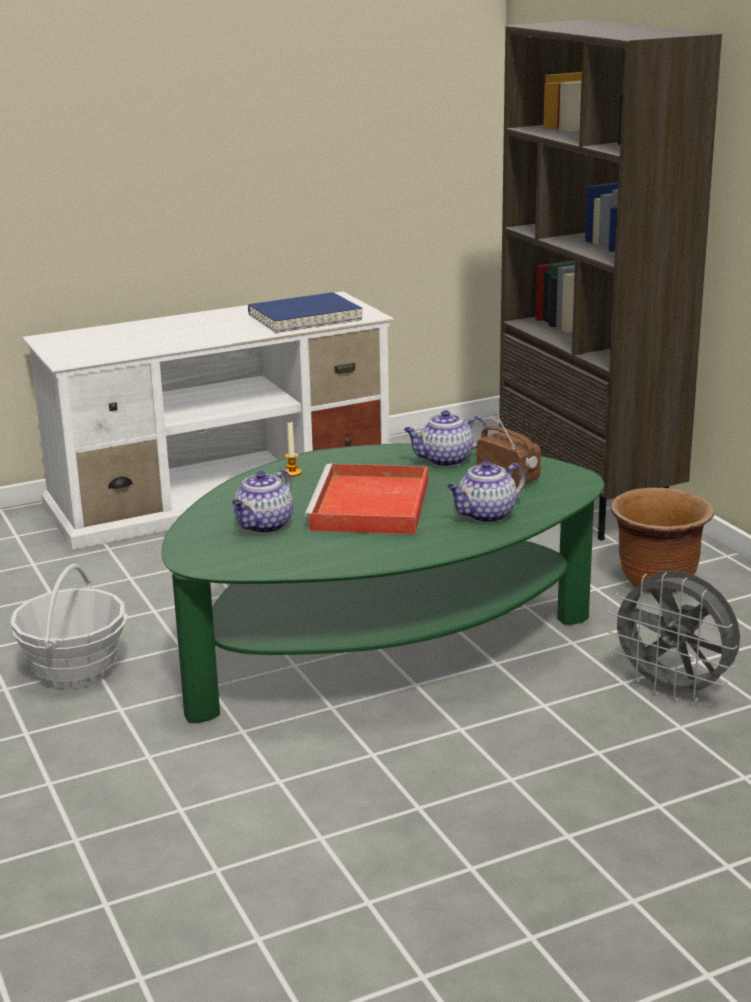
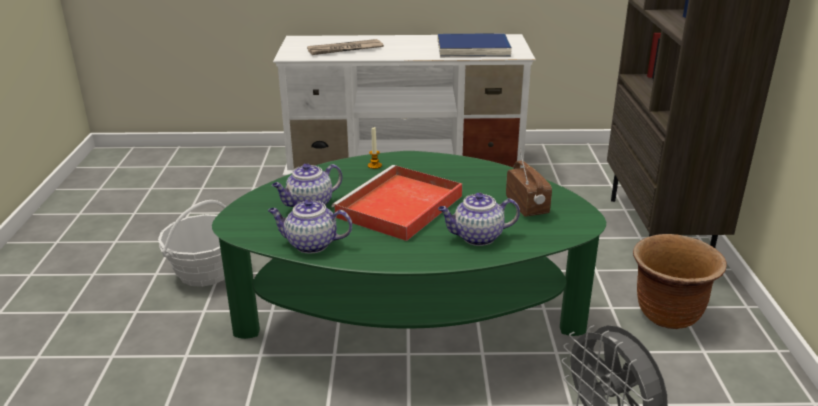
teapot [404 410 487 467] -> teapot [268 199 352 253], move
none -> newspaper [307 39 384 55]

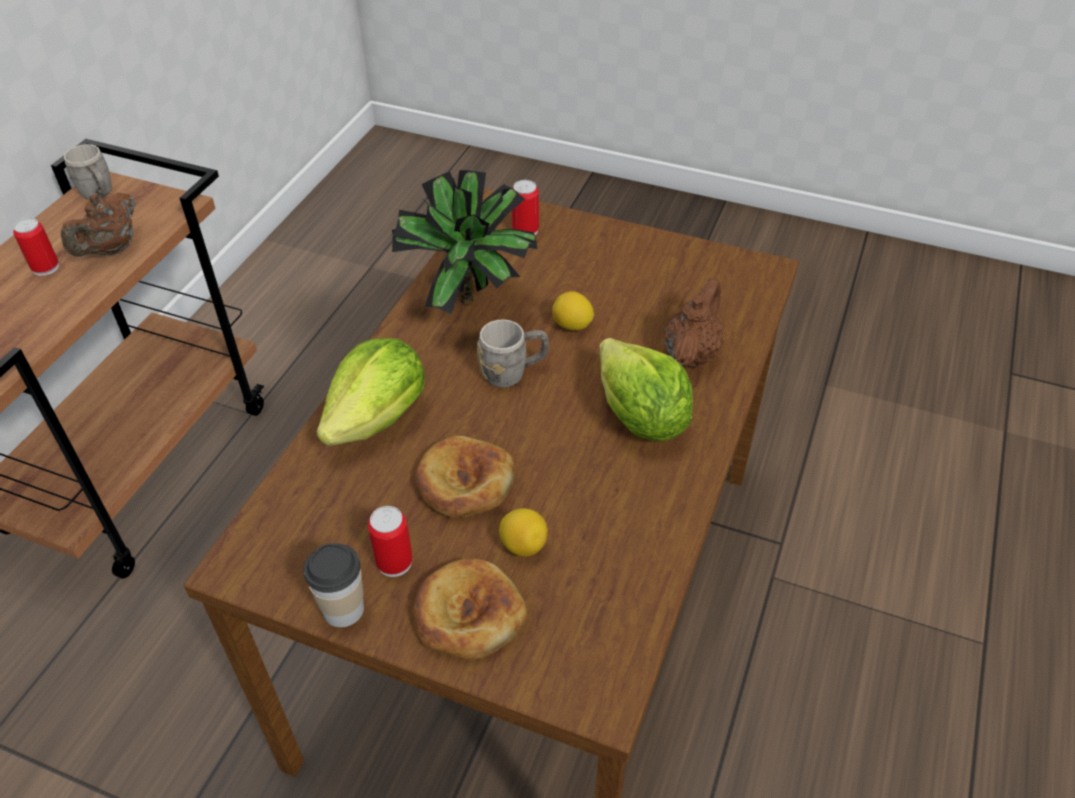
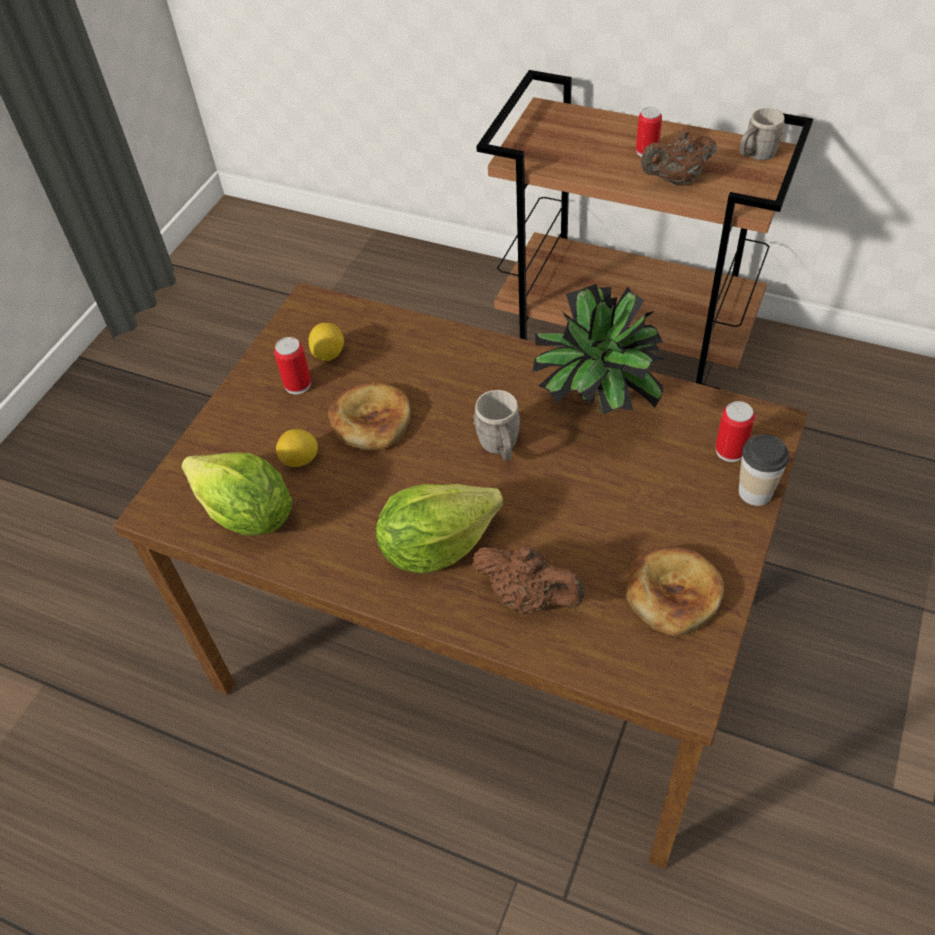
lettuce [316 338 425 446] -> lettuce [181 452 293 536], move
lemon [552 291 594 331] -> lemon [309 323 344 361], move
bread [412 558 528 659] -> bread [625 546 724 636], move
teapot (brown) [61 193 135 257] -> teapot (brown) [641 130 717 185], 45 degrees counterclockwise
cup [303 543 364 628] -> cup [739 434 789 506], move

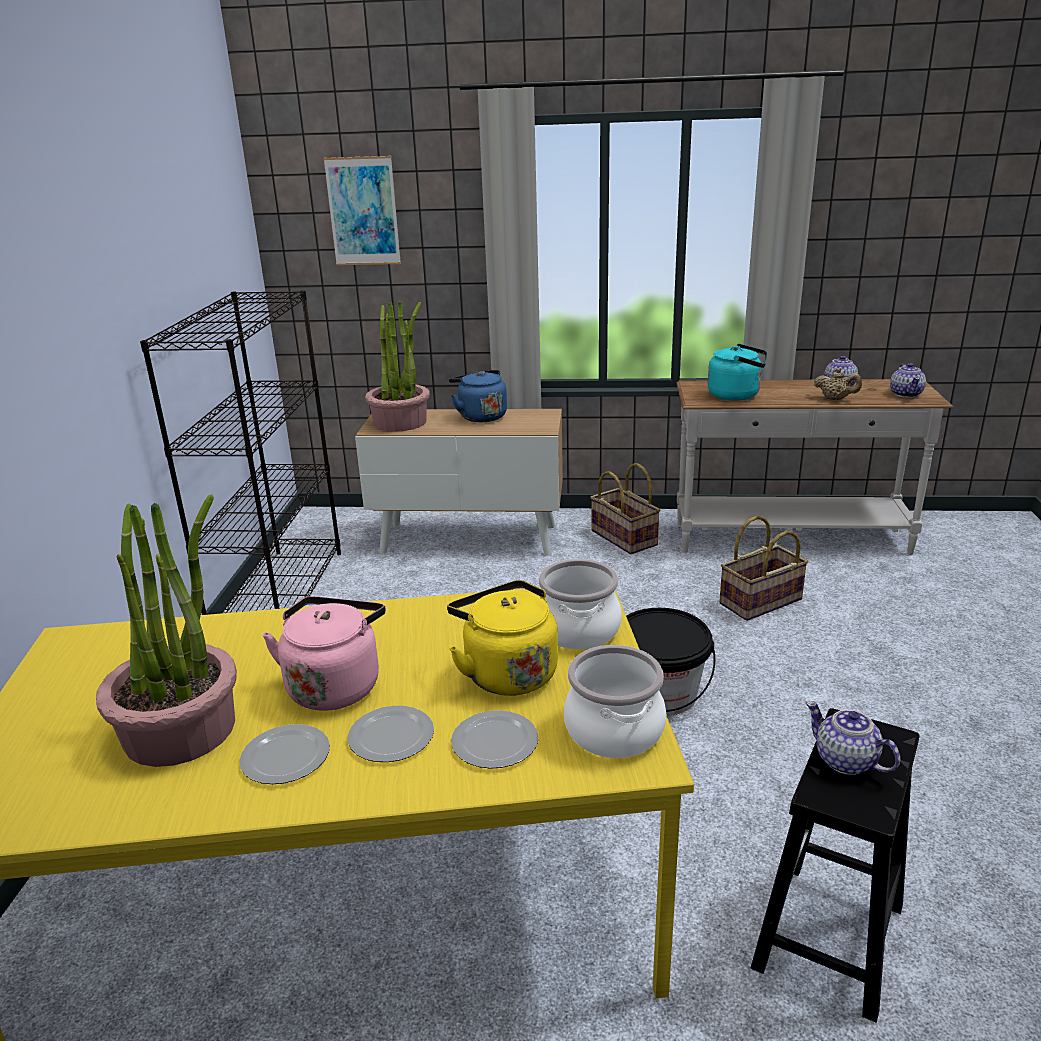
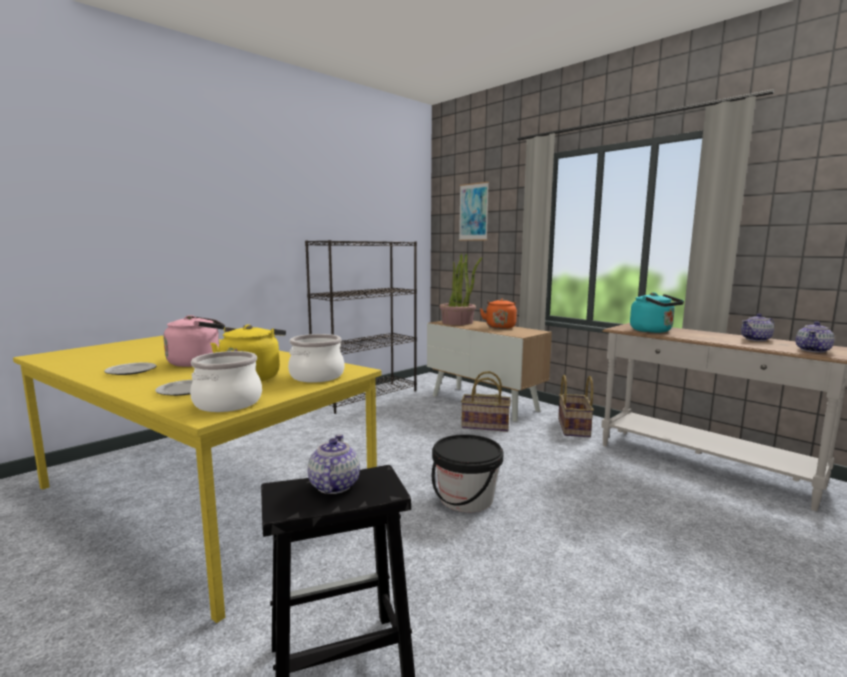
basket [719 516 808 621] -> basket [461 371 511 432], move
kettle (blue) [449 370 507 422] -> kettle (orange) [480 298 517 329]
potted plant [96 495 237 767] -> none
plate [348 706 434 762] -> none
teapot (beige) [814 368 862 400] -> none

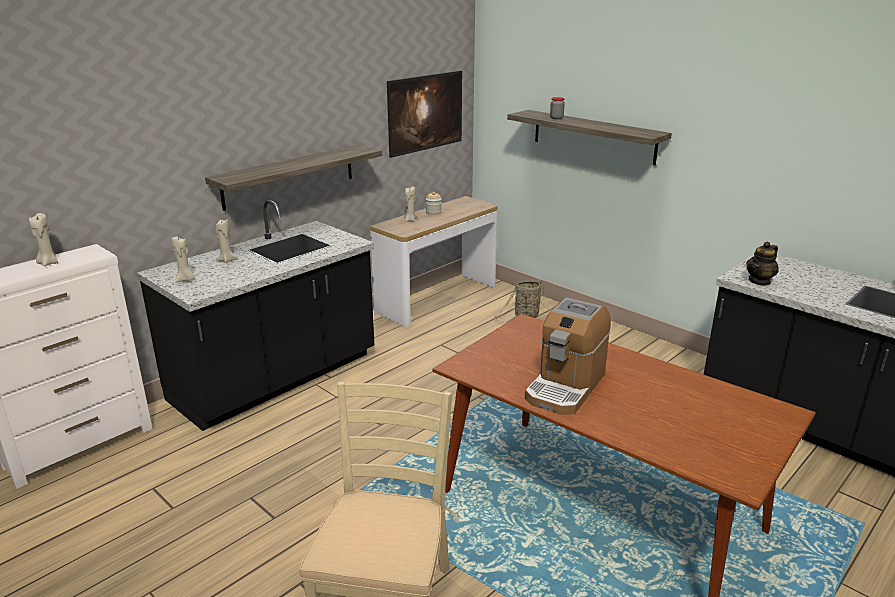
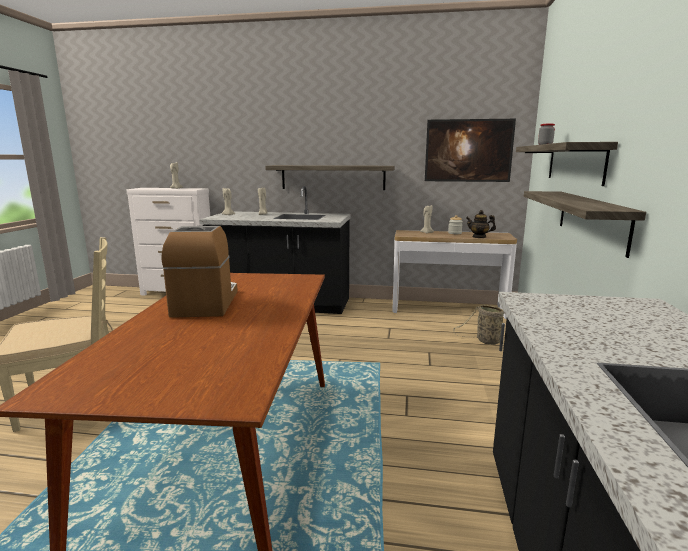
coffee machine [525 298 611 415] -> coffee machine [161 226 238 318], 90 degrees clockwise
teapot [746 241 779 286] -> teapot [466 210 496 238], move
none -> shelf [524 191 646 258]

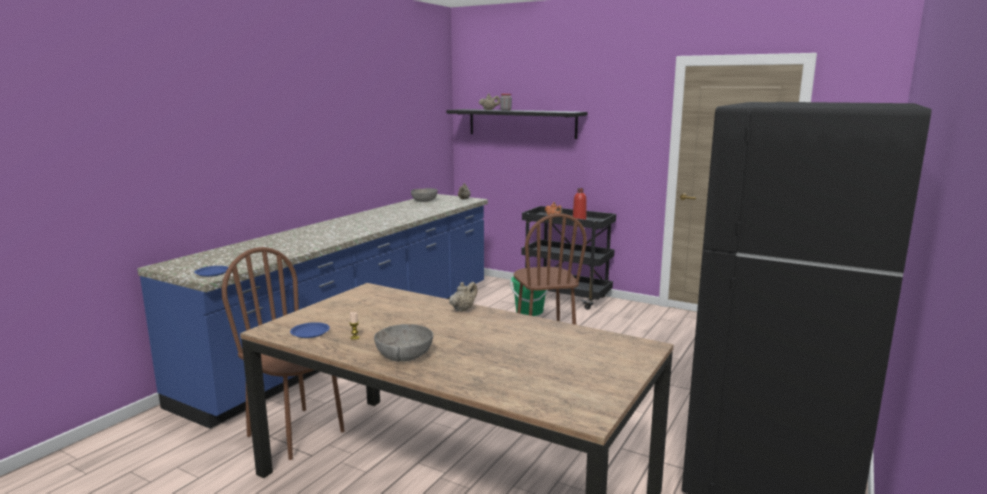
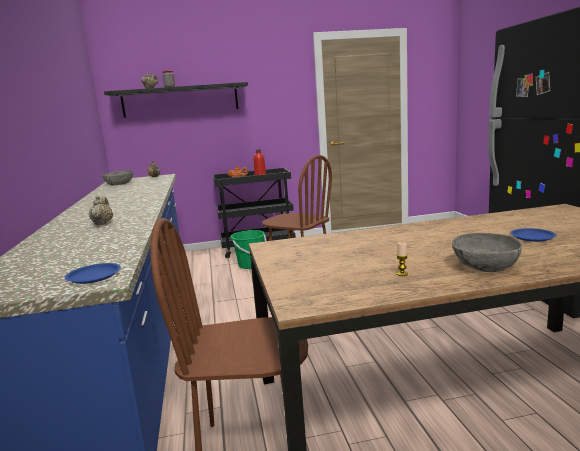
teapot (beige) [449 282 477 312] -> teapot (beige) [89 195 113 225], move
plate (blue) [290 322 330 338] -> plate (blue) [510 228 556 242], move

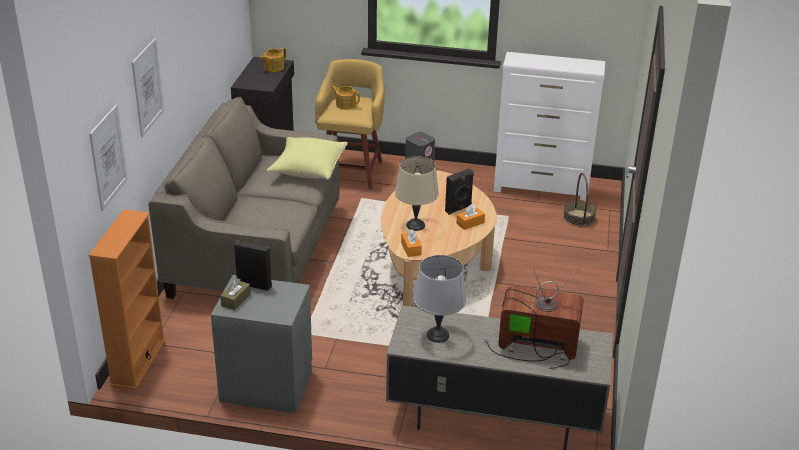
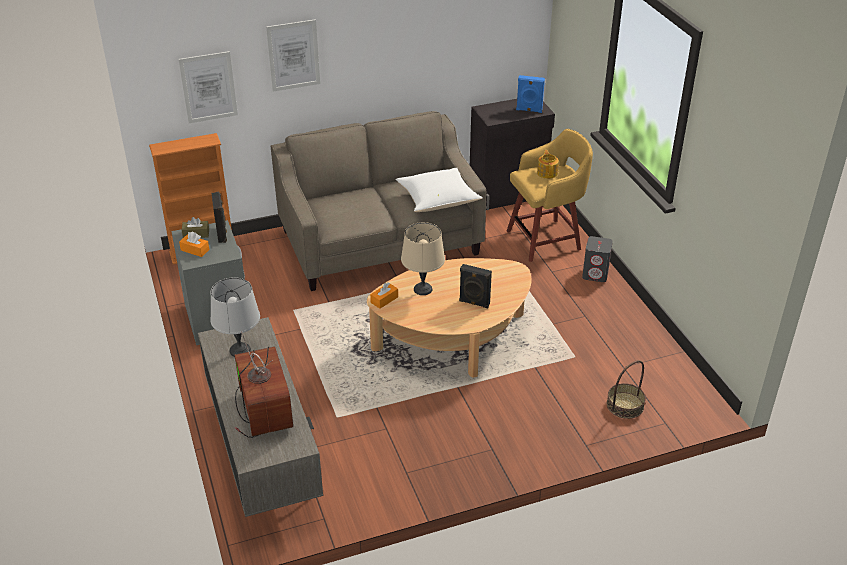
tissue box (orange) [456 204 485 230] -> tissue box (orange) [179 232 209 257], move
pillow (yellow) [267 137 348 180] -> pillow (white) [396 168 482 212]
teapot [261 47 286 72] -> speaker (blue) [516 75 545 113]
dresser (white) [494 52 606 201] -> none

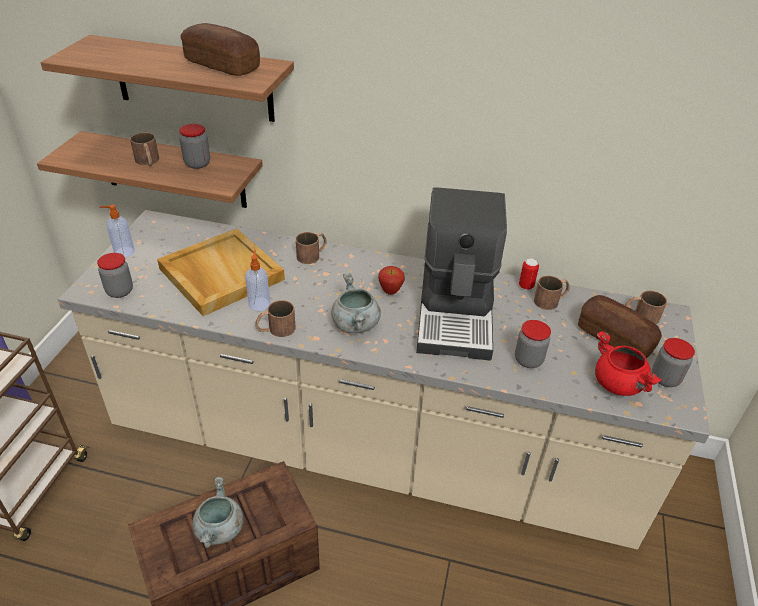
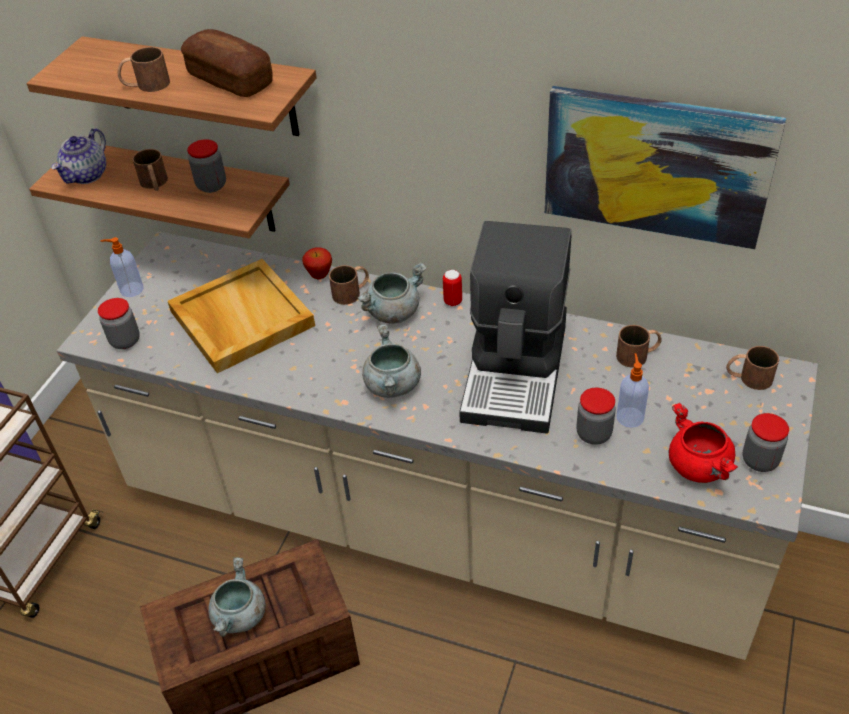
none -> teapot [51 128 106 184]
mug (brown) [255 300 295 337] -> mug (brown) [117 47 170 92], move
apple [378 266 405 295] -> apple [302 247 332 279], move
none -> cooking pot (grey) [358 262 426 324]
can [519 258 539 290] -> can [443 270 462 306], move
none -> picture [545 86 786 249]
soap dispenser [245 249 270 311] -> soap dispenser [616 353 649 428], move
bread [578 295 662 358] -> none

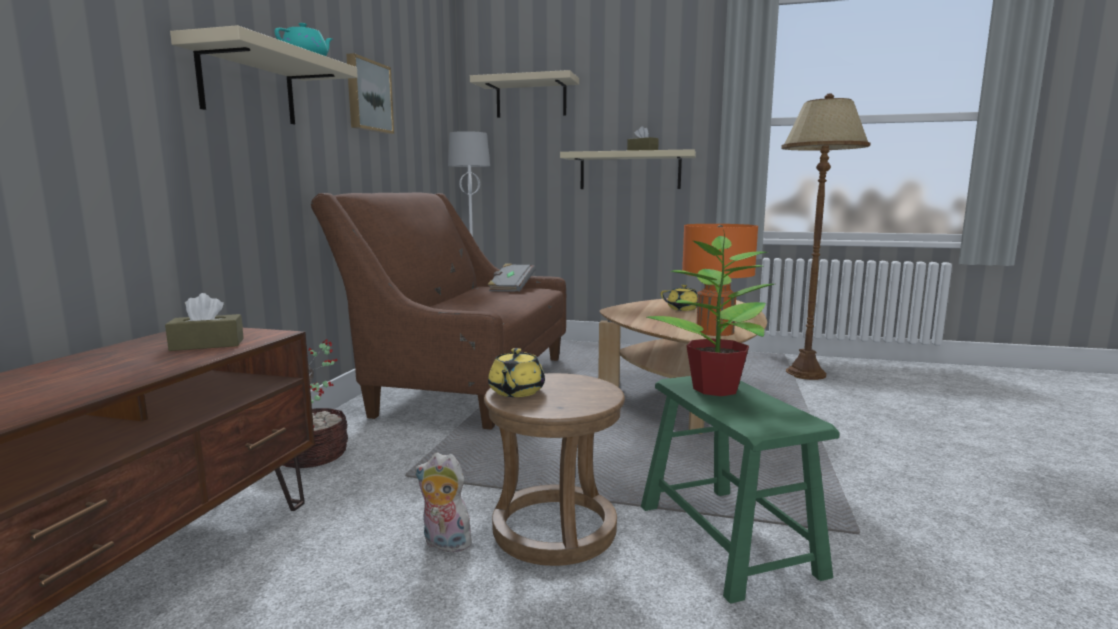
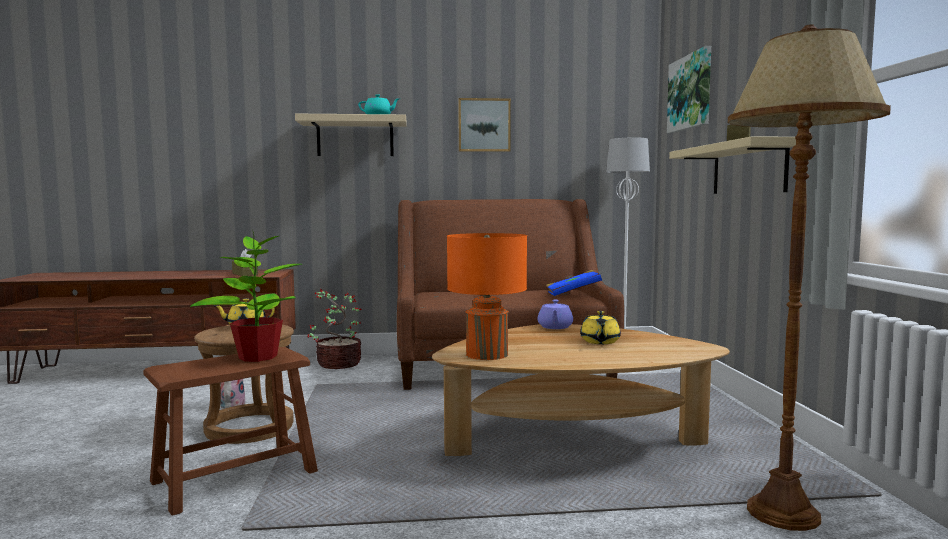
stool (green) [641 376 840 603] -> stool (brown) [143 347 318 516]
none -> teapot (purple) [538 300 573 329]
book (grey) [487 263 536 292] -> book (blue) [546 270 602 296]
shelf (beige) [470 70 579 118] -> picture [667 46 711 133]

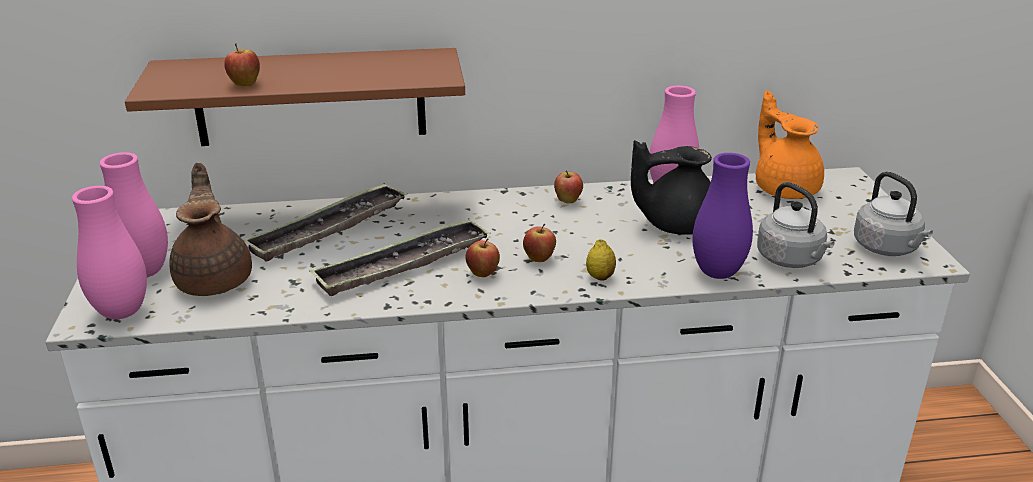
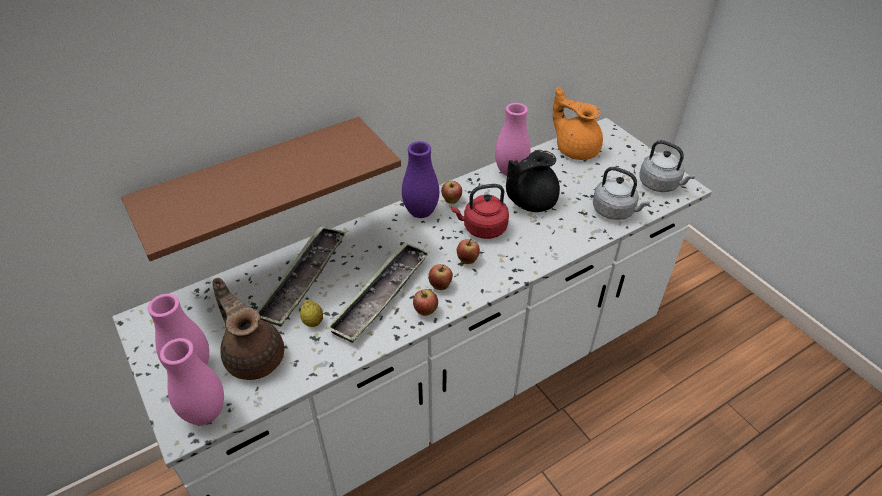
lemon [586 239 616 281] -> lemon [300 300 323 327], move
vase (purple) [692 153 753 279] -> vase (purple) [402 141 439 218], move
apple [224 43 260 87] -> apple [413 289 438 316], move
none -> kettle (red) [451 184 509 239]

